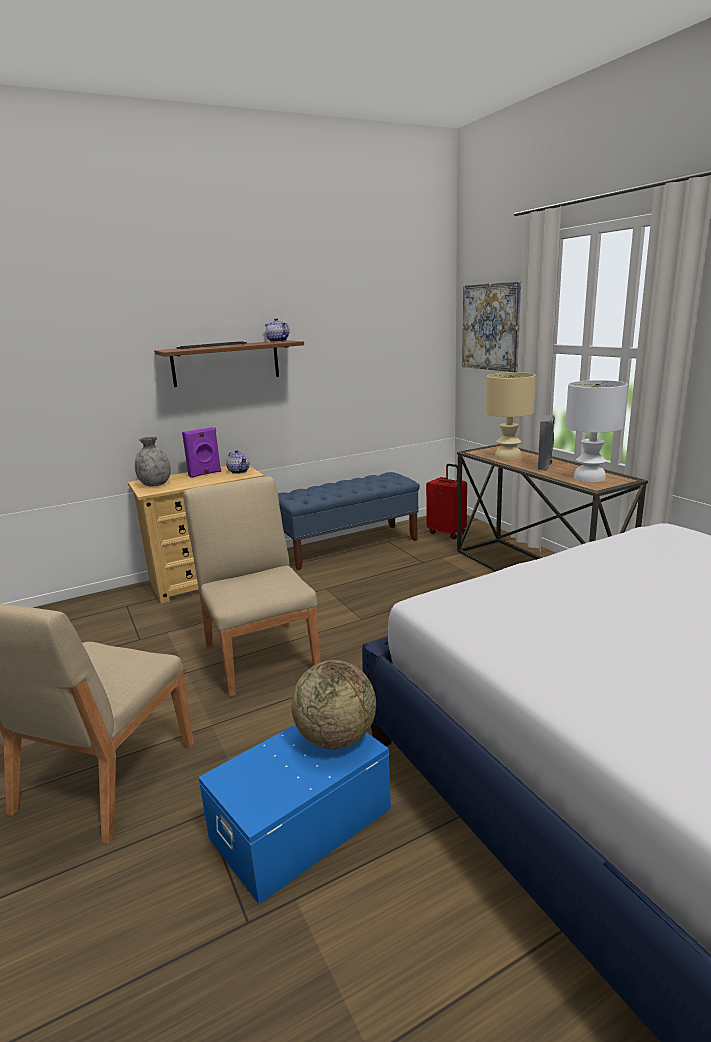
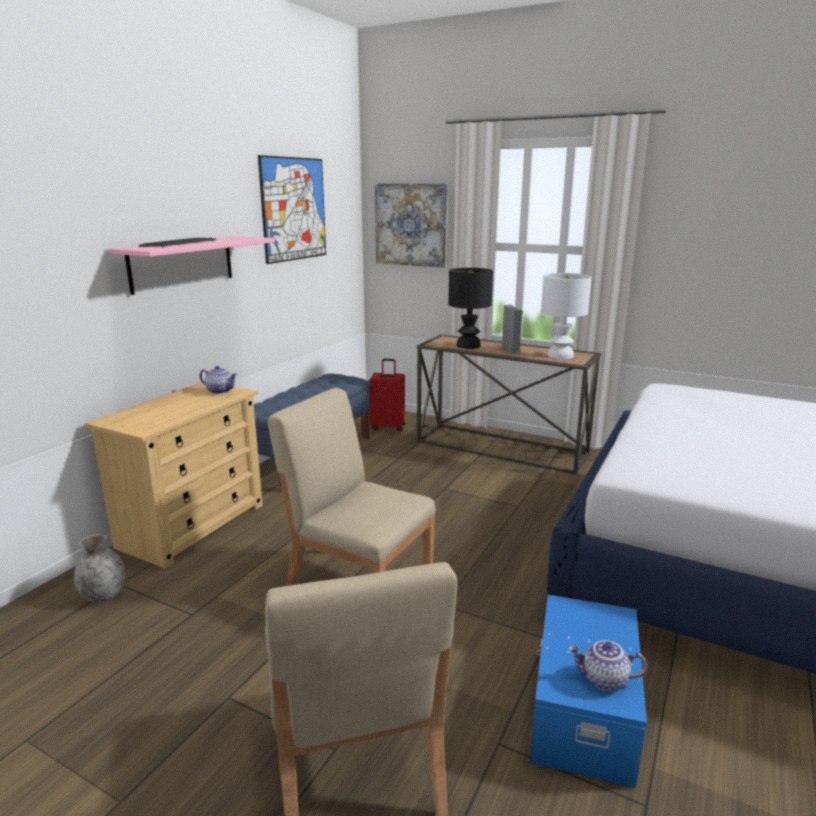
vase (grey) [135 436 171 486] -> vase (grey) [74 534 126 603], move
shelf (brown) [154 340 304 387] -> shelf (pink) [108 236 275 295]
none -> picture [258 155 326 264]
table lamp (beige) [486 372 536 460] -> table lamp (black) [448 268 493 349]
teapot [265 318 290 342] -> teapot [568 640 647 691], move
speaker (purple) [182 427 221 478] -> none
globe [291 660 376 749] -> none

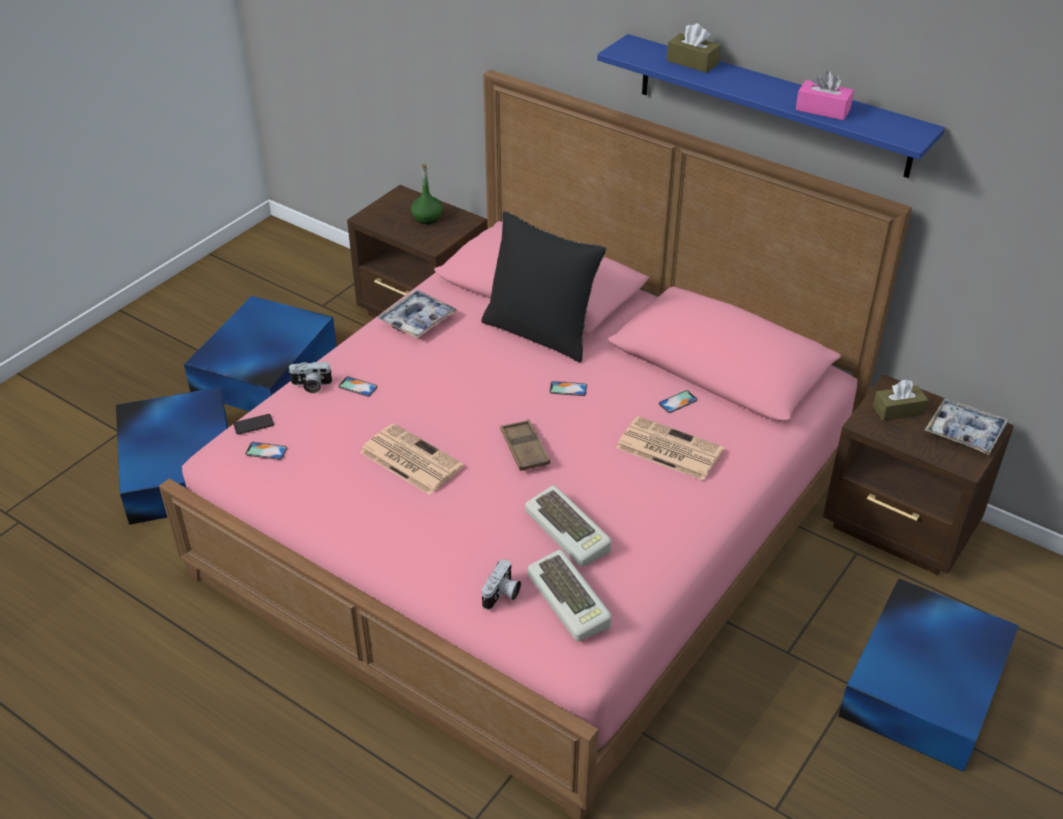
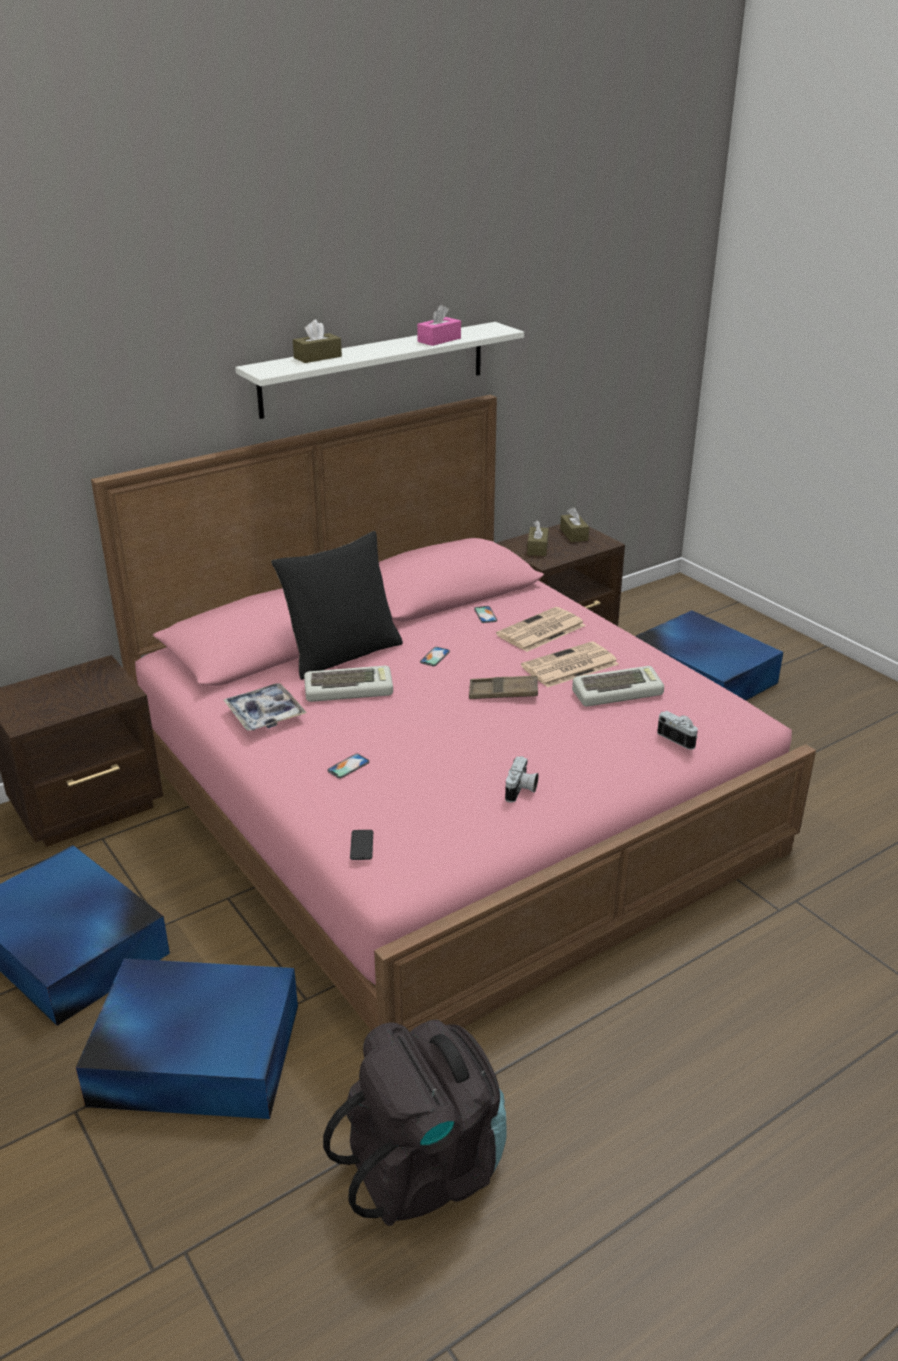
shelf (blue) [597 34 945 178] -> shelf (white) [235 322 524 419]
keyboard [528 550 611 641] -> keyboard [304 666 393 702], move
none -> backpack (black) [323 1020 506 1226]
photo camera [288 362 332 393] -> photo camera [505 756 538 803], move
newspaper [360 423 464 495] -> newspaper [521 641 619 687], move
tray [925 399 1009 455] -> tissue box (brown) [560 507 589 542]
phone [245 442 287 460] -> none
bottle (green) [411 163 443 224] -> none

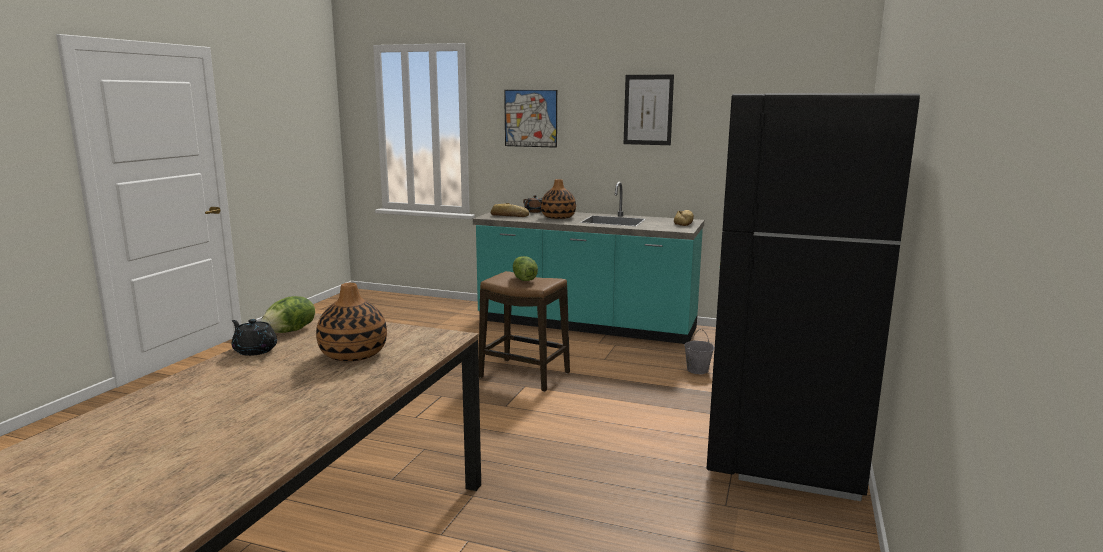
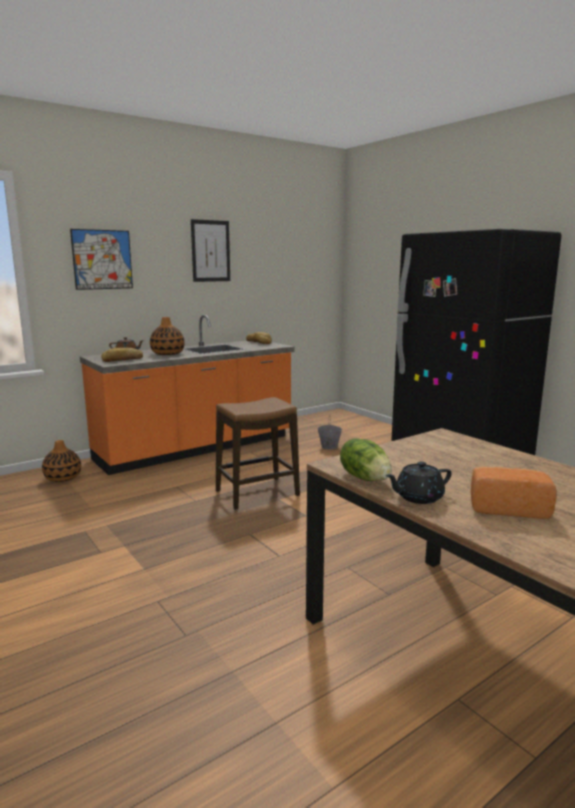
vase [316 283 387 361] -> vase [42 440 81 482], move
counter (turquoise) [473 182 704 344] -> counter (orange) [80 315 294 475]
none -> bread [471 467 556 519]
lettuce [513 256 538 281] -> none

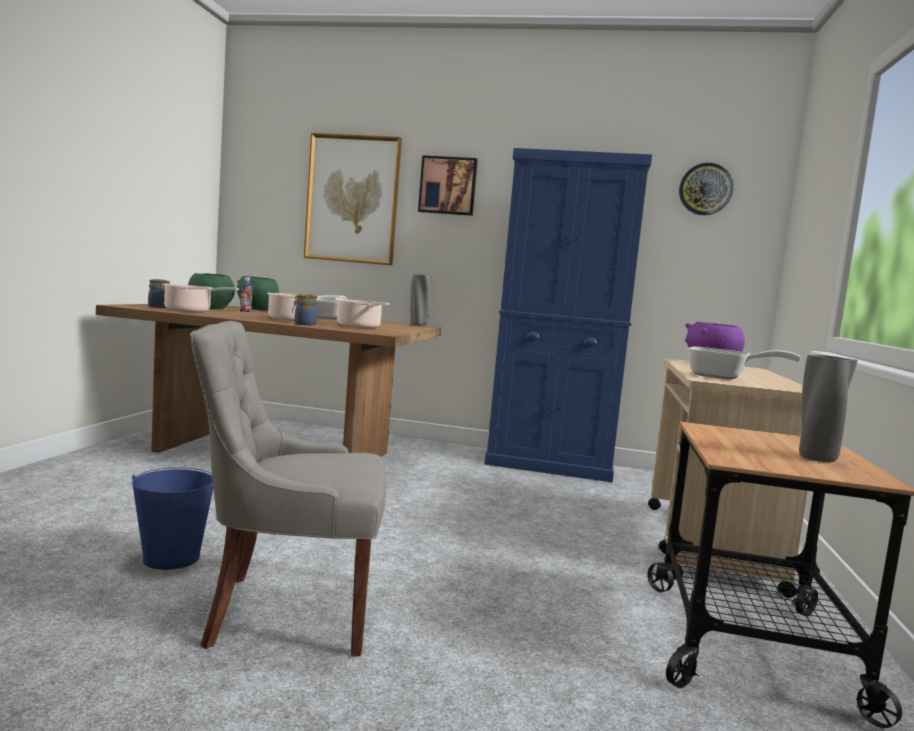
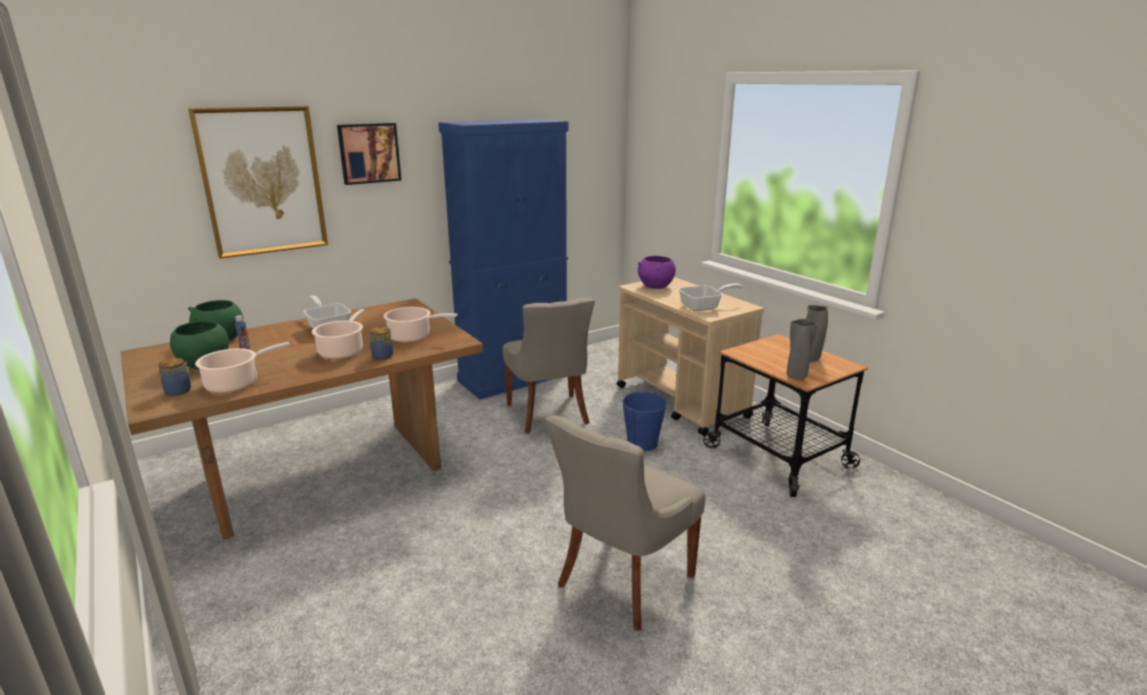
none -> chair (grey) [503 298 595 434]
bucket (blue) [132 468 213 570] -> bucket (blue) [622 391 667 451], move
vase (grey) [410 274 432 326] -> vase (grey) [787 319 818 379], move
wall clock [679 163 733 215] -> none

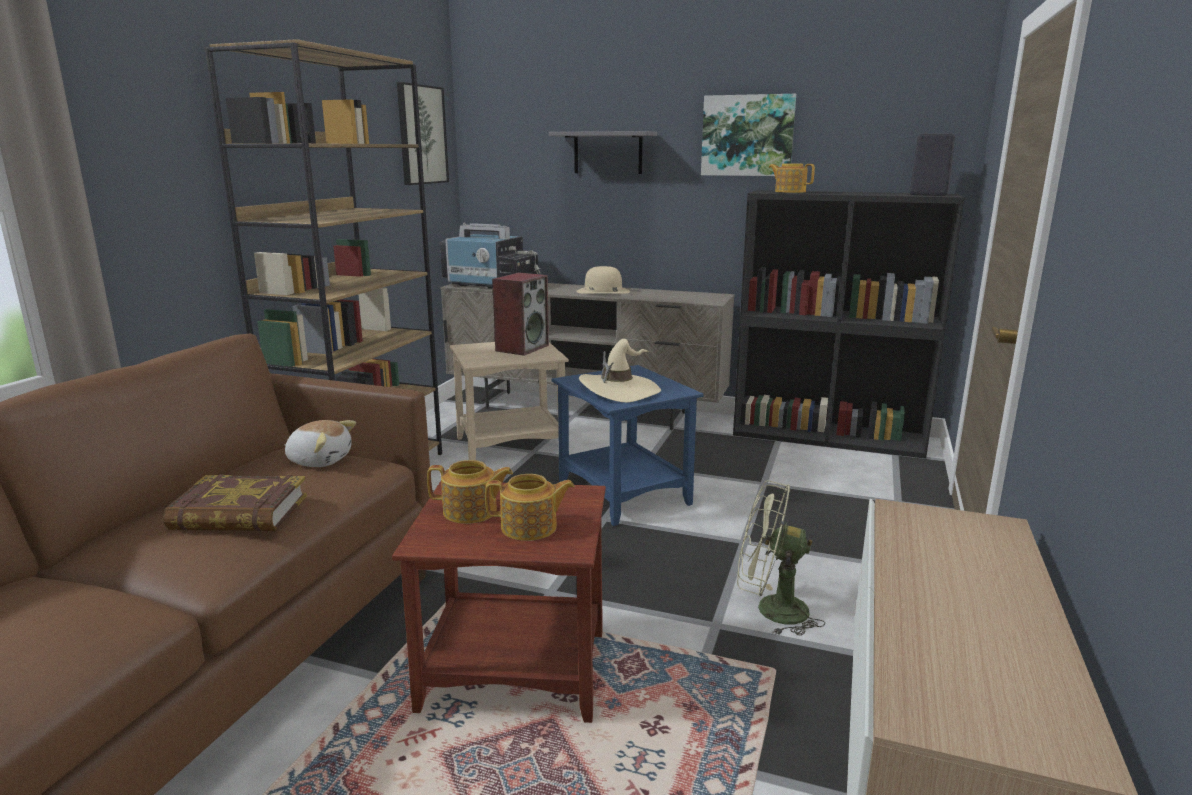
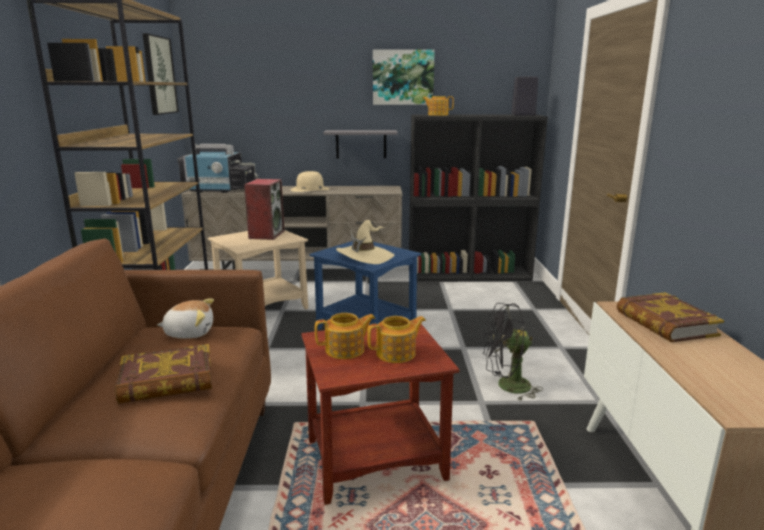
shelf (grey) [549 131 657 174] -> shelf (grey) [323 130 397 158], move
fan (green) [737 480 825 636] -> fan (black) [483 303 543 400]
none -> book [617 292 724 342]

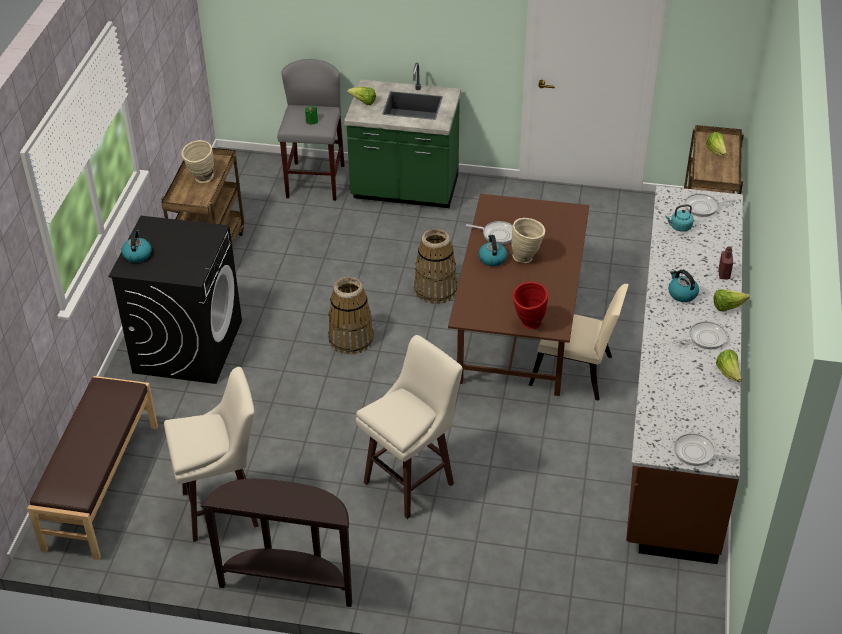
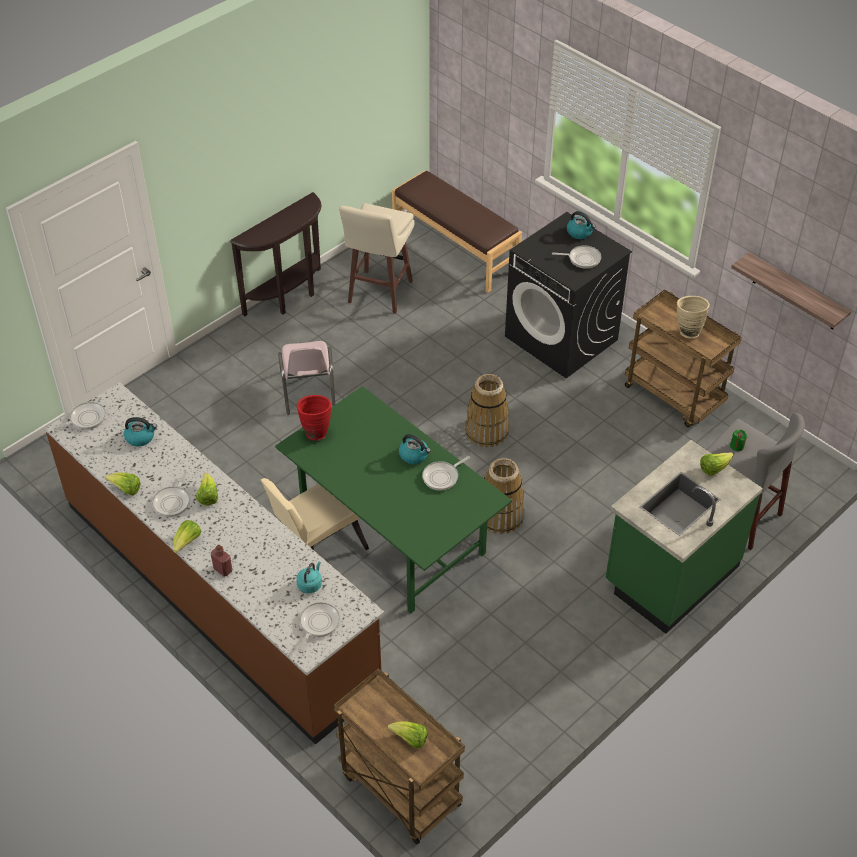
kettle [668 270 699 302] -> kettle [124 417 157 447], move
none -> lettuce [196 473 218 505]
dining table (brown) [448 194 589 396] -> dining table (green) [275 386 512 614]
stool (beige) [356 335 463 519] -> chair (pink) [278 341 335 415]
none -> frying pan [552 245 601 269]
none -> shelf [731 252 851 330]
vase (beige) [511 218 545 263] -> none

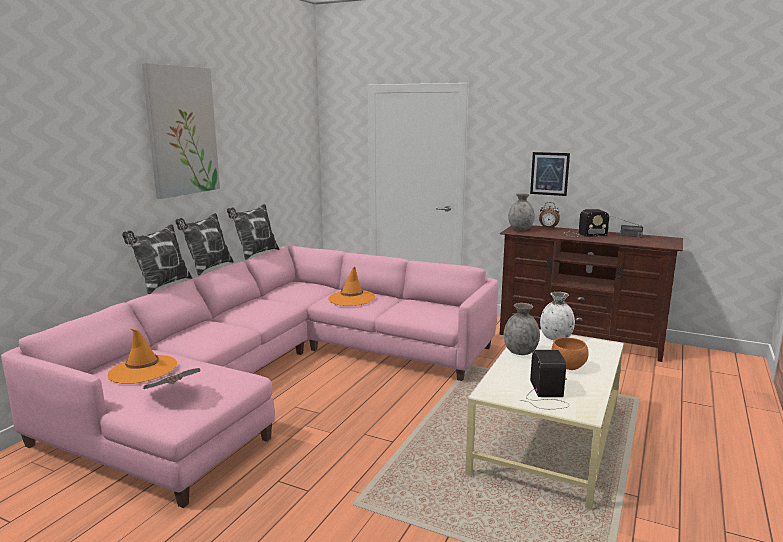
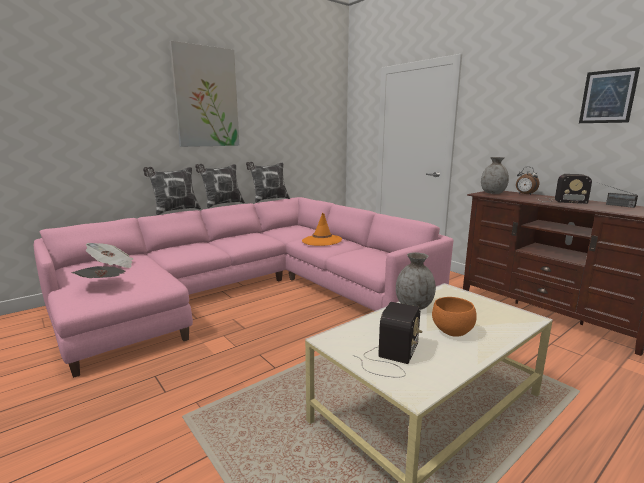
hat (orange) [108 329 177 384] -> newspaper [86 243 133 268]
picture [530 152 570 196] -> picture [579 67 640 123], move
vase (white) [540 292 575 341] -> none

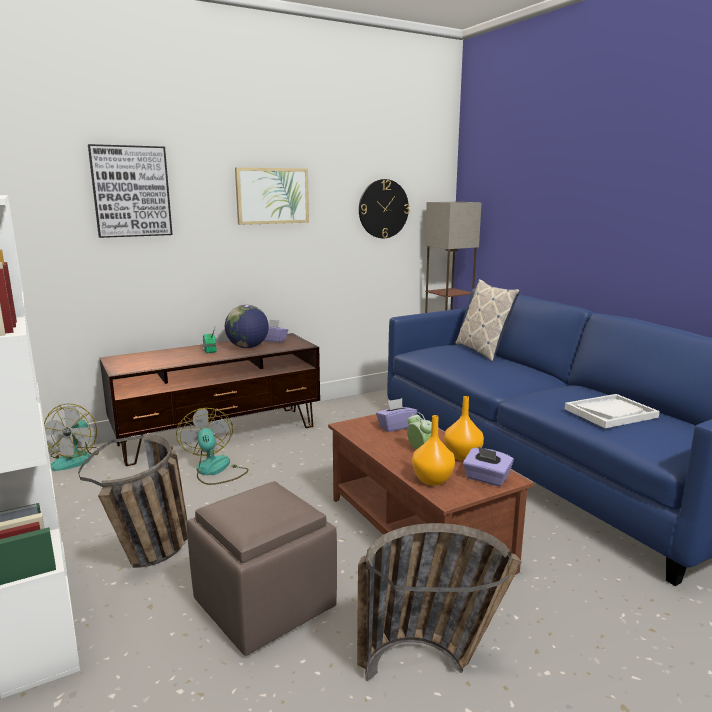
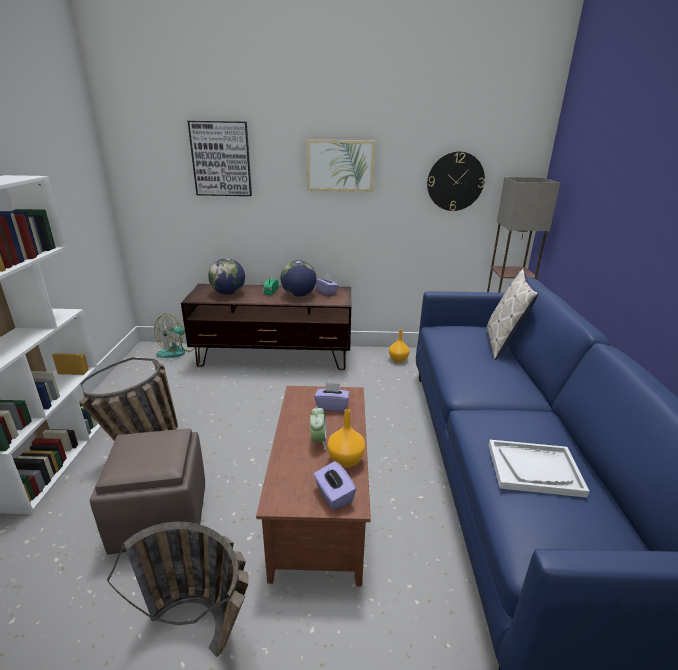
none -> globe [208 258 245 295]
vase (orange) [412 415 455 486] -> vase (orange) [389 329 409 362], move
fan [176 408 249 485] -> none

